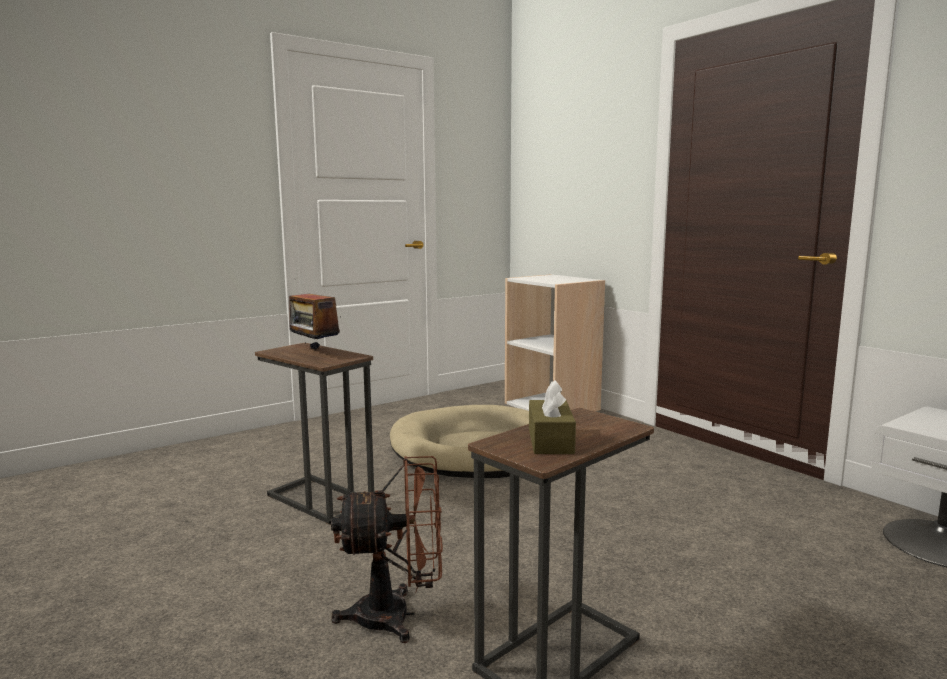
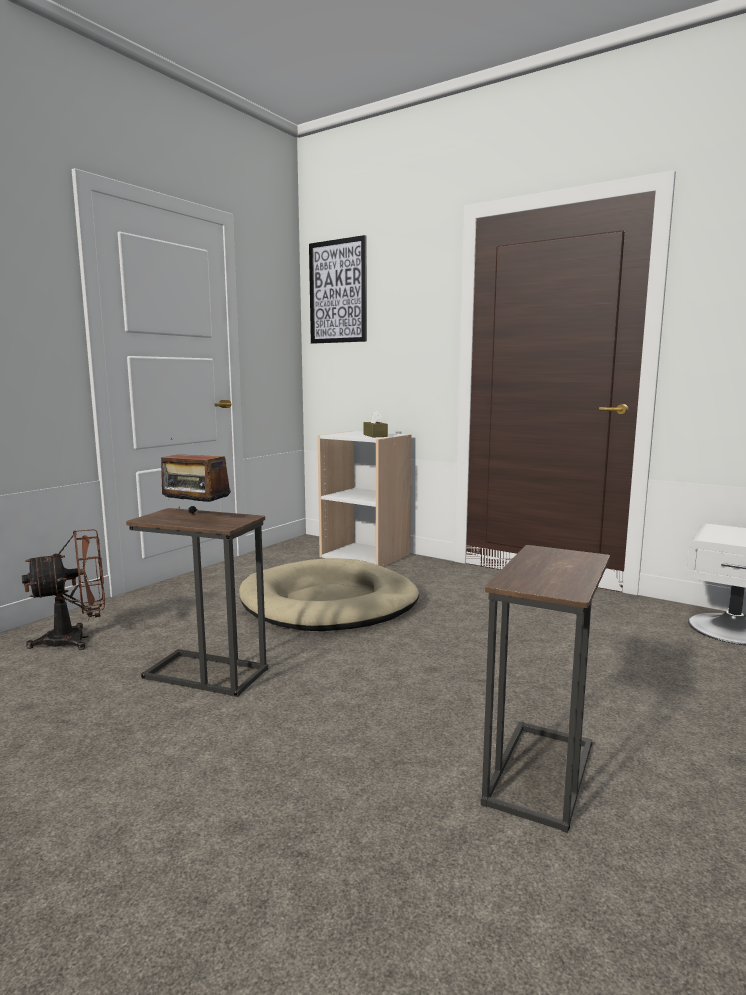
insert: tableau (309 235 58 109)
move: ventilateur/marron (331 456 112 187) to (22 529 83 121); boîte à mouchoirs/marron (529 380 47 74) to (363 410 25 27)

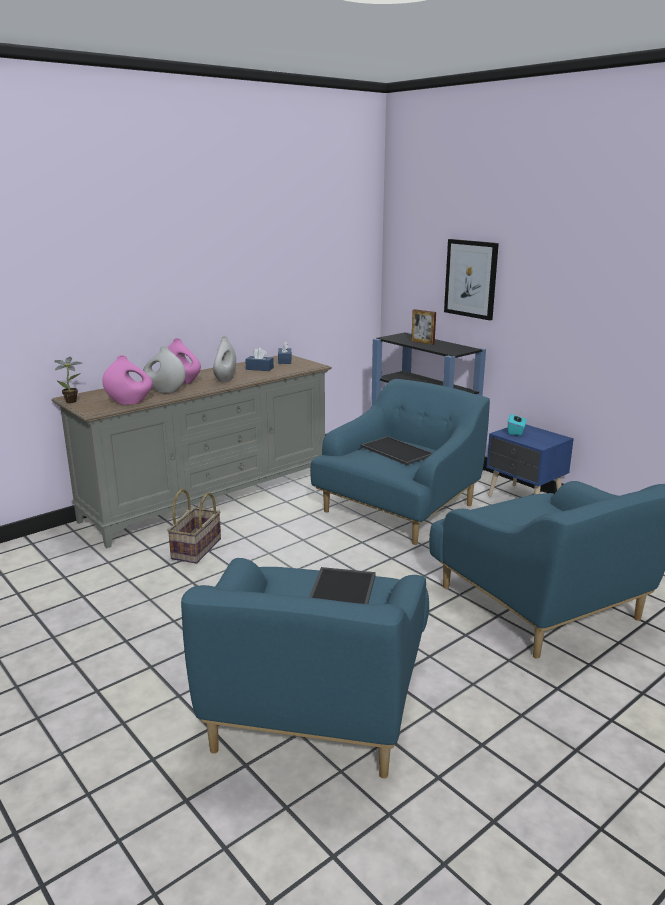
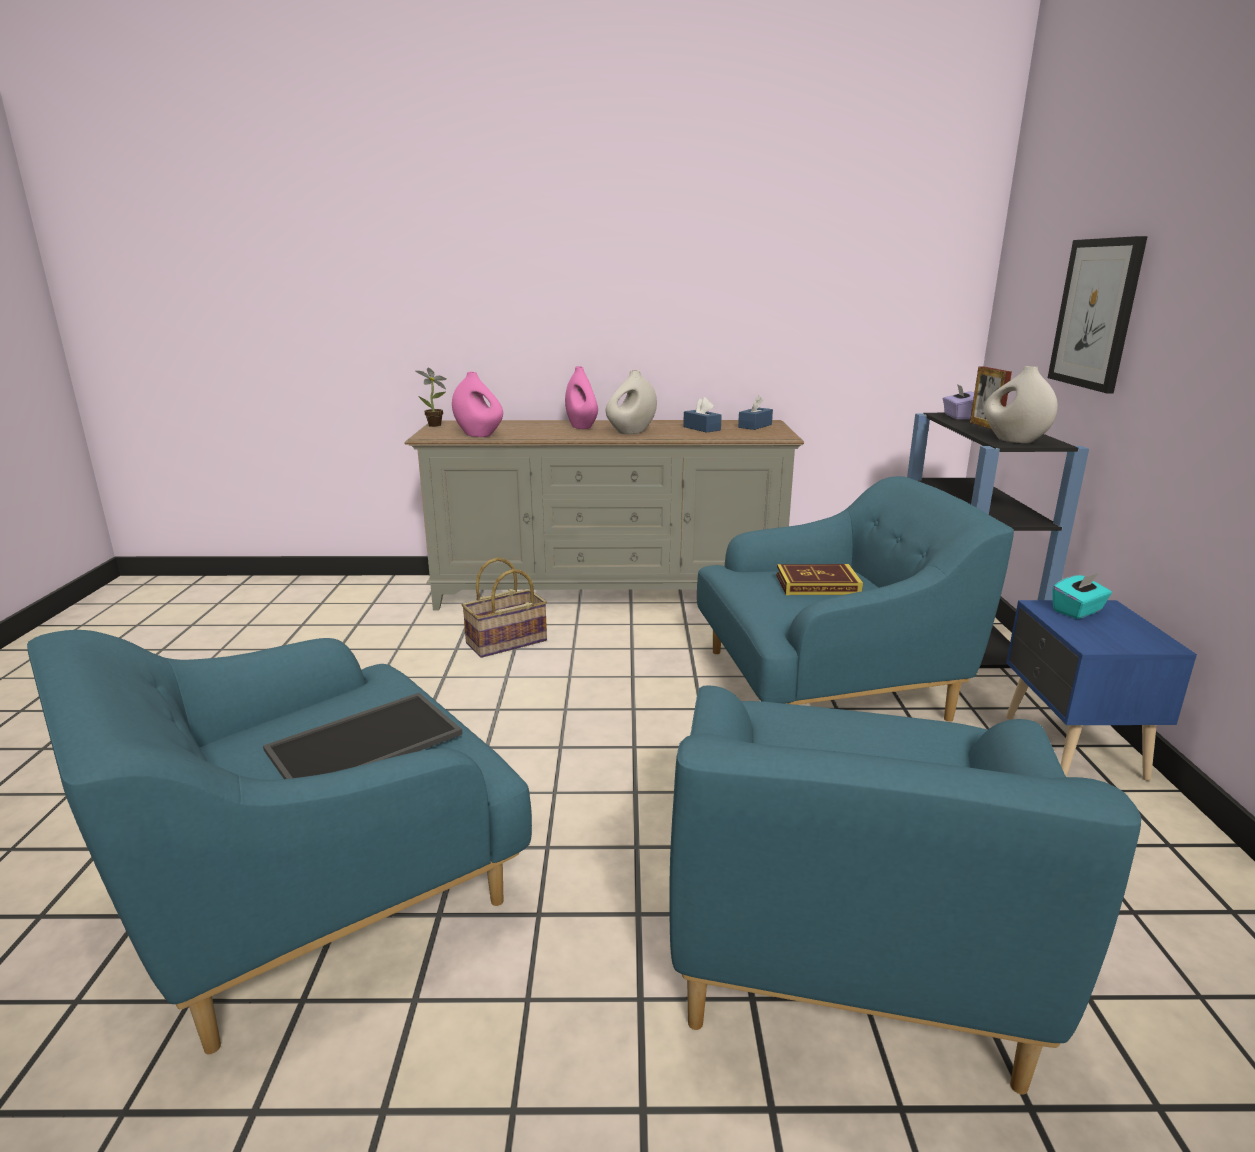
insert: boîte à mouchoirs/violet (943 384 31 35)
move: vase/blanc (143 347 43 46) to (984 366 74 77)
replace: plateau (360 436 73 29) to livre (776 564 87 31)

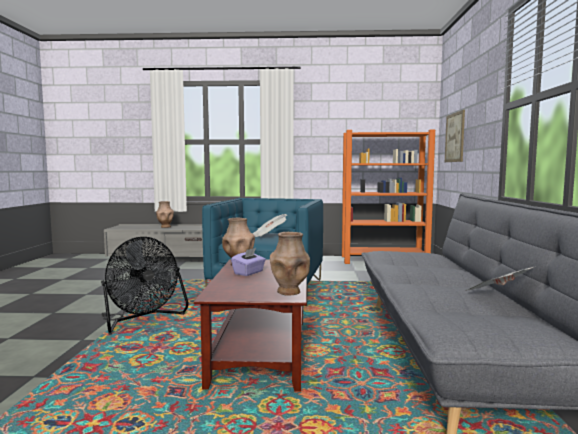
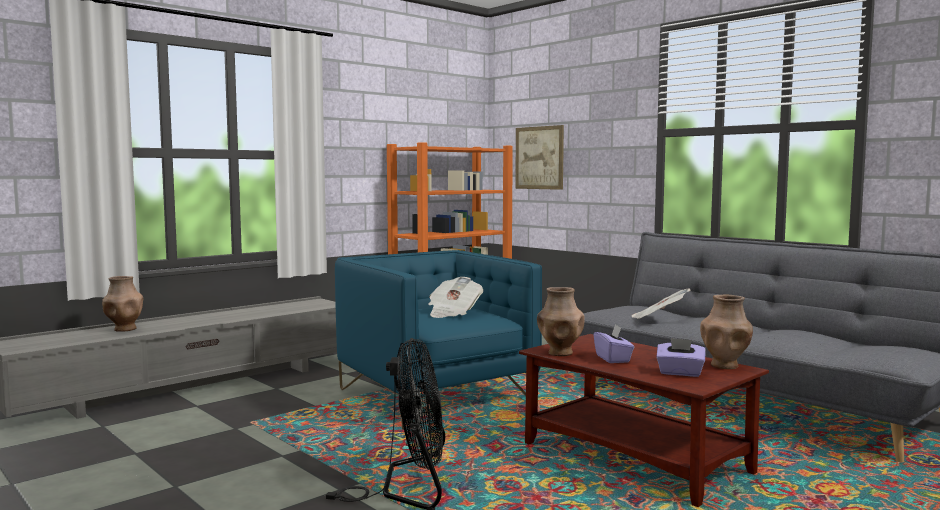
insert: boîte à mouchoirs/violet (656 338 50 39)
move: journal (465 267 69 24) to (632 289 58 30)

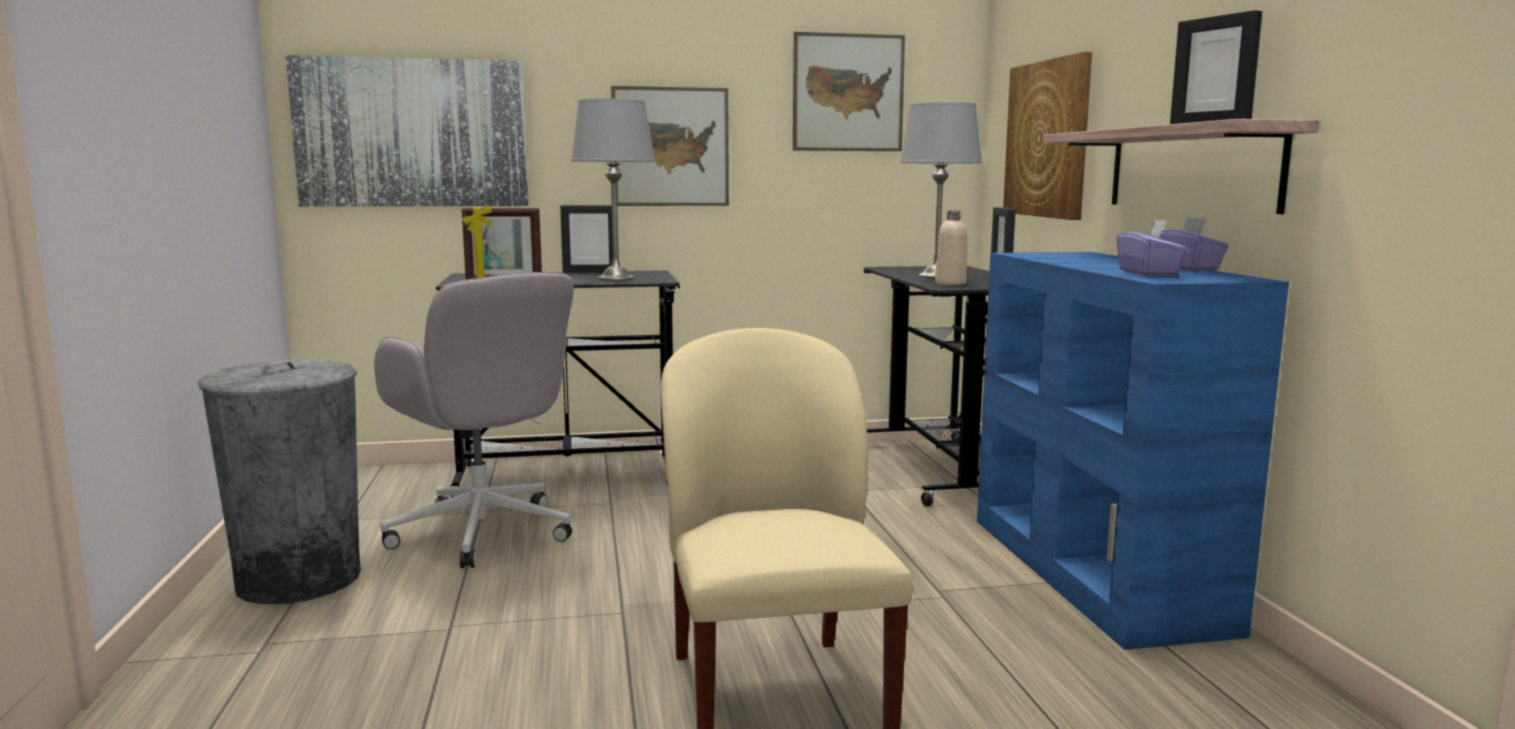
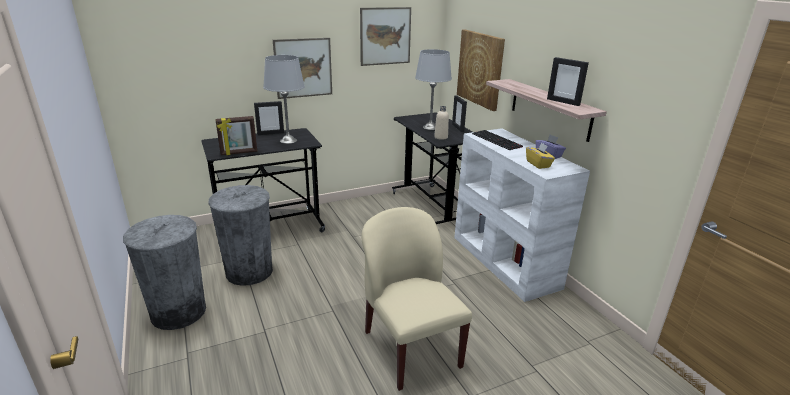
delete: tableau (286 55 243 152)
insert: clavier (472 130 51 20)
replace: chaise de bureau/gris (374 272 200 296) to poubelle/gris (208 185 65 101)
recolor: bibliothèque/bleu (977 252 312 398) to bibliothèque/blanc (454 128 136 174); boîte à mouchoirs/violet (1117 219 71 57) to boîte à mouchoirs/jaune (526 142 29 27)

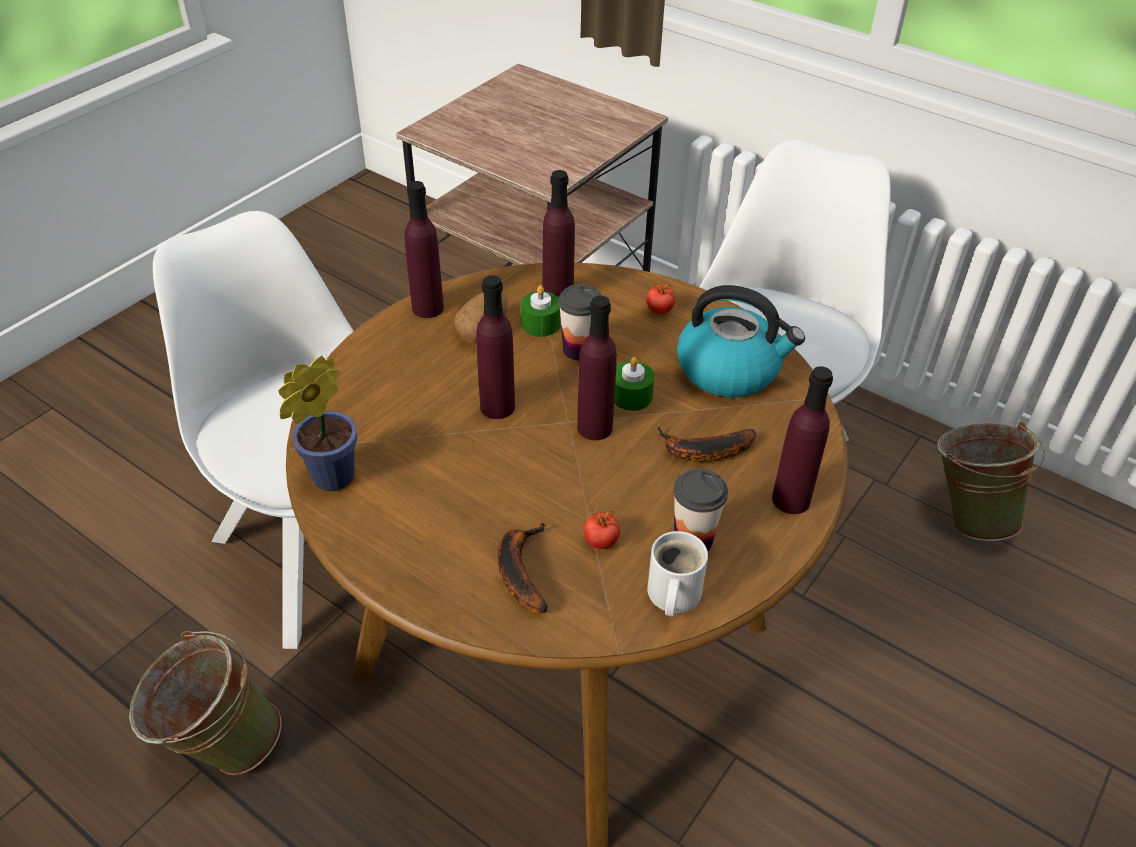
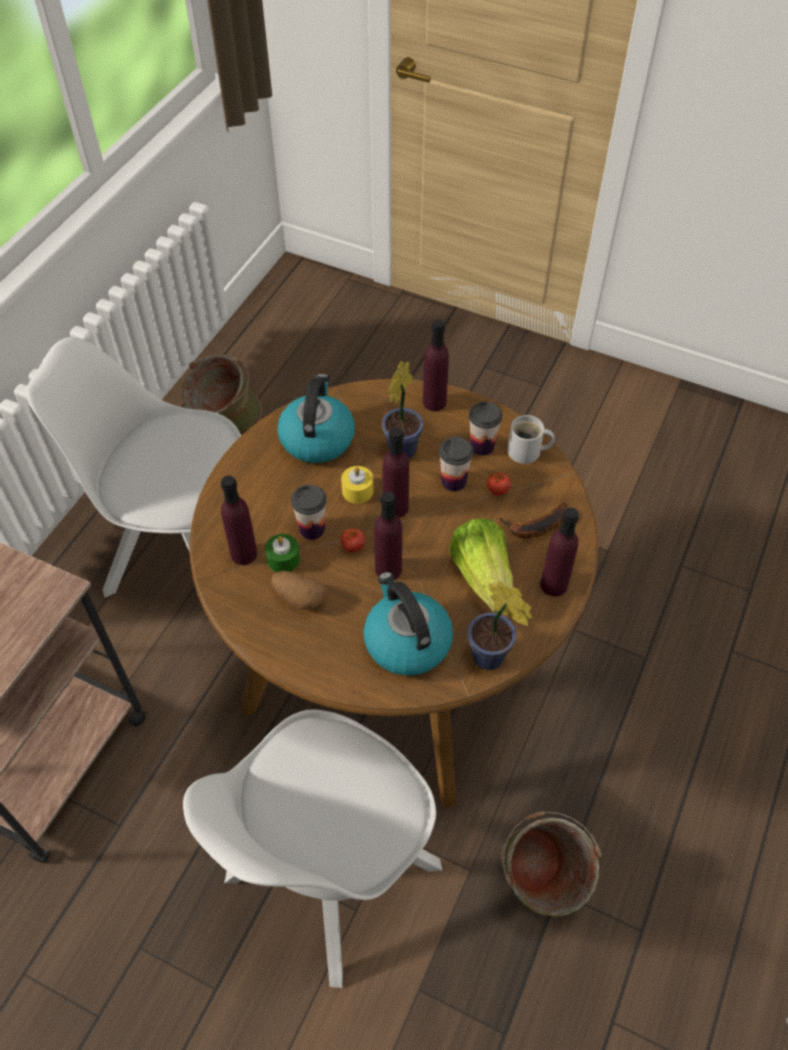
insert: bouilloire (364 572 89 104); tasse (439 437 34 54); laitue (449 518 64 95)
move: tomate (646 281 29 33) to (341 528 24 24); bouteille/violet (404 181 40 137) to (541 508 38 88)
replace: banane (658 425 98 37) to plante en pot (382 361 42 98)
recolor: bougie/vert (614 357 41 54) to bougie/jaune (341 466 32 38)

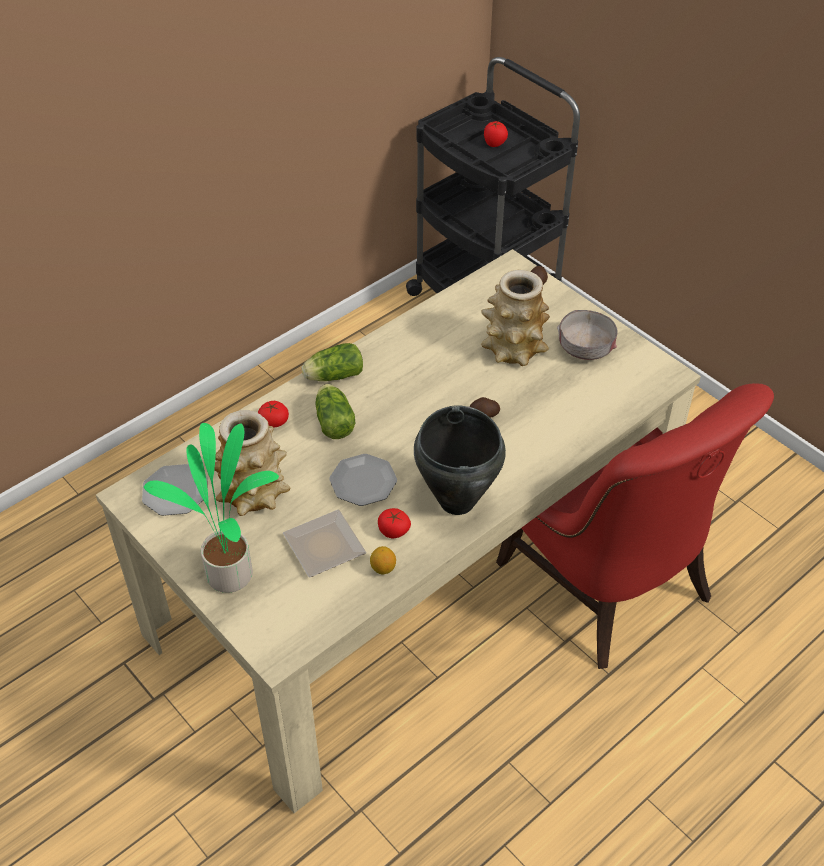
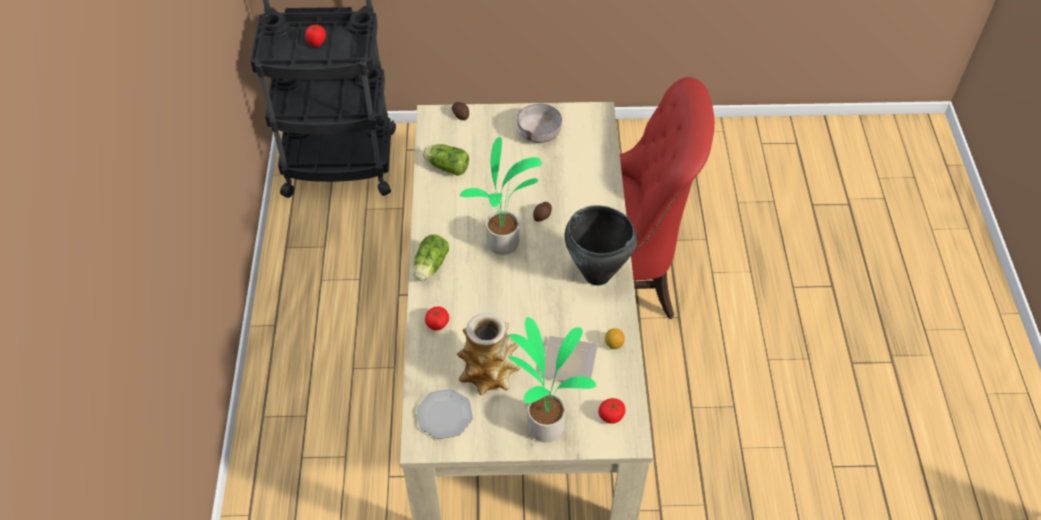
delete: assiette (329 454 68 52); vase (481 270 69 96)
insert: plante en pot (460 137 82 118)
move: laitue (315 384 40 55) to (423 144 46 32); tomate (378 508 33 30) to (598 398 28 26)

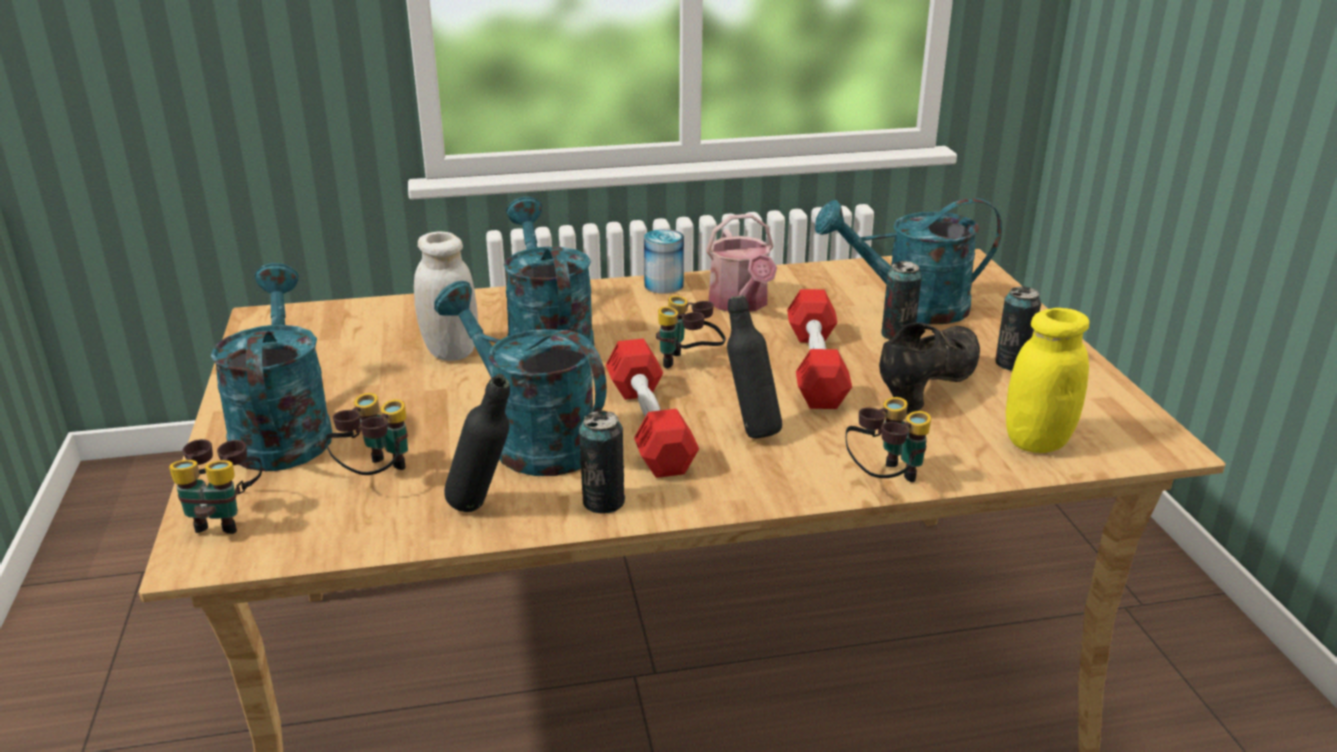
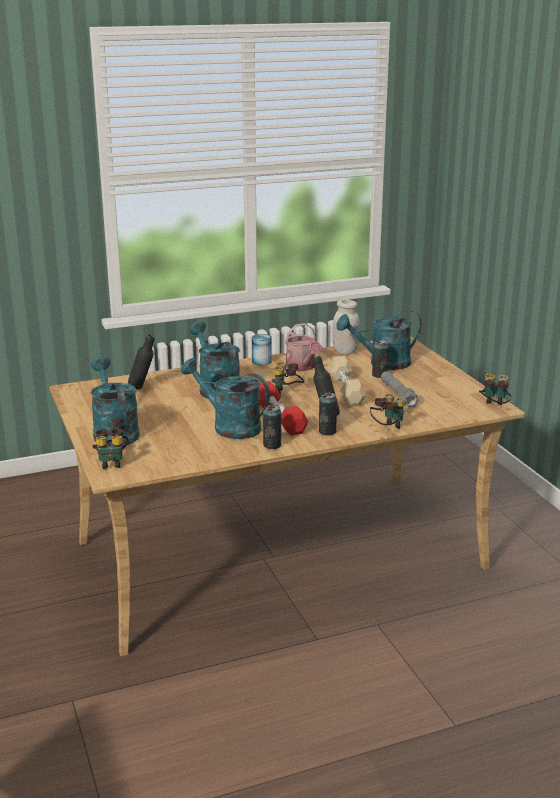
delete: bocal/jaune (1006 308 83 145)
move: bouteille/noir (444 376 66 136) to (128 334 26 55); boîte métallique (995 286 46 85) to (319 392 18 43); bocal/blanc (414 231 64 130) to (332 299 28 55); jumelles (325 393 83 82) to (479 374 32 31)
replace: chaussure/noir (879 322 101 92) to lampe de poche/gris (381 371 38 36)
recolor: haltère/rouge (787 289 65 120) to haltère/beige (328 356 38 50)

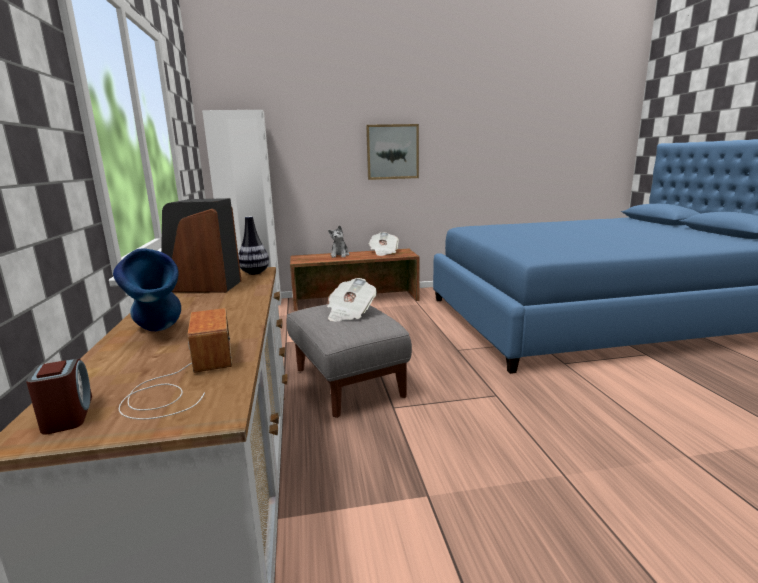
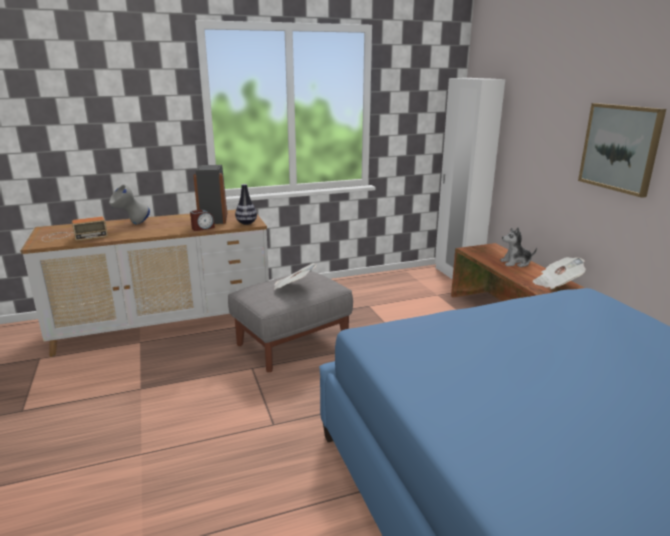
move: réveil (26 359 66 76) to (190 210 25 21)
recolor: vase/bleu (113 249 68 82) to vase/gris (109 184 41 40)

